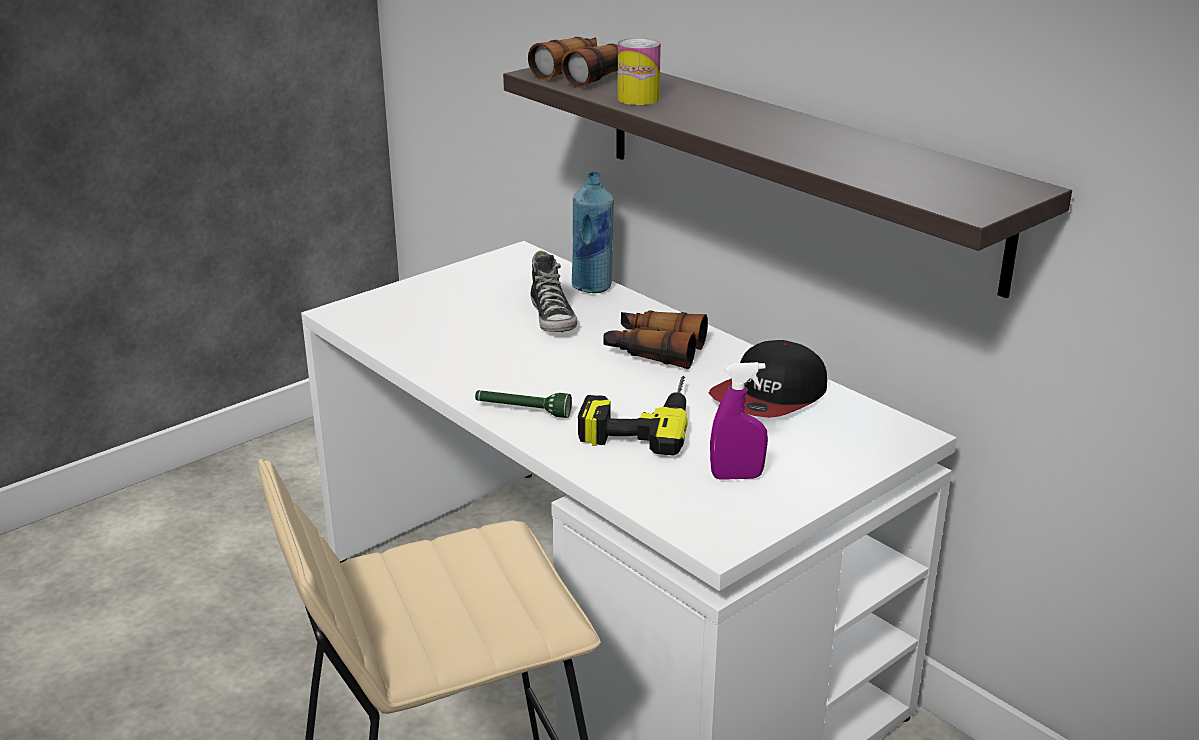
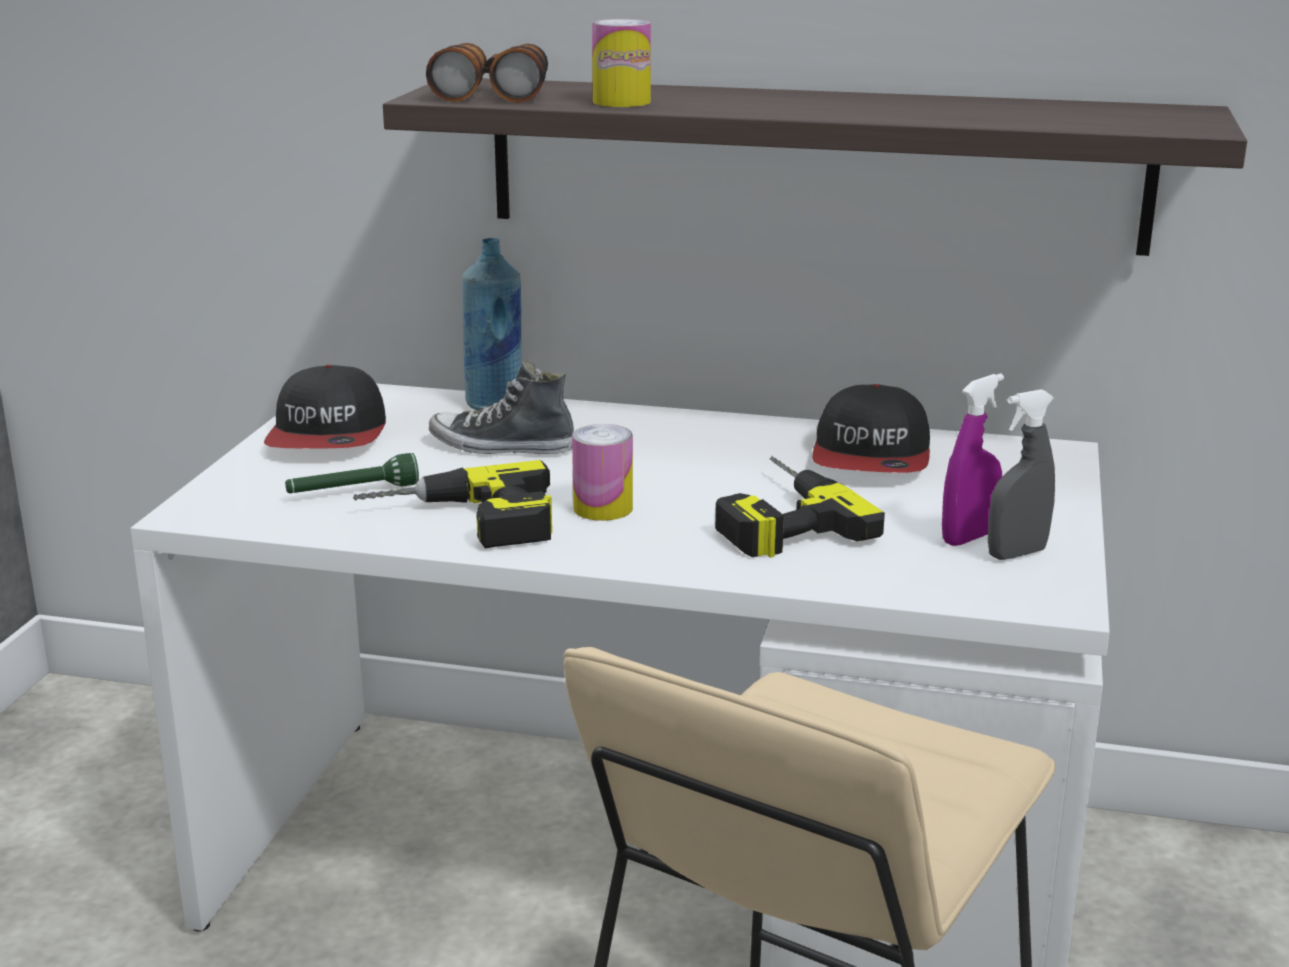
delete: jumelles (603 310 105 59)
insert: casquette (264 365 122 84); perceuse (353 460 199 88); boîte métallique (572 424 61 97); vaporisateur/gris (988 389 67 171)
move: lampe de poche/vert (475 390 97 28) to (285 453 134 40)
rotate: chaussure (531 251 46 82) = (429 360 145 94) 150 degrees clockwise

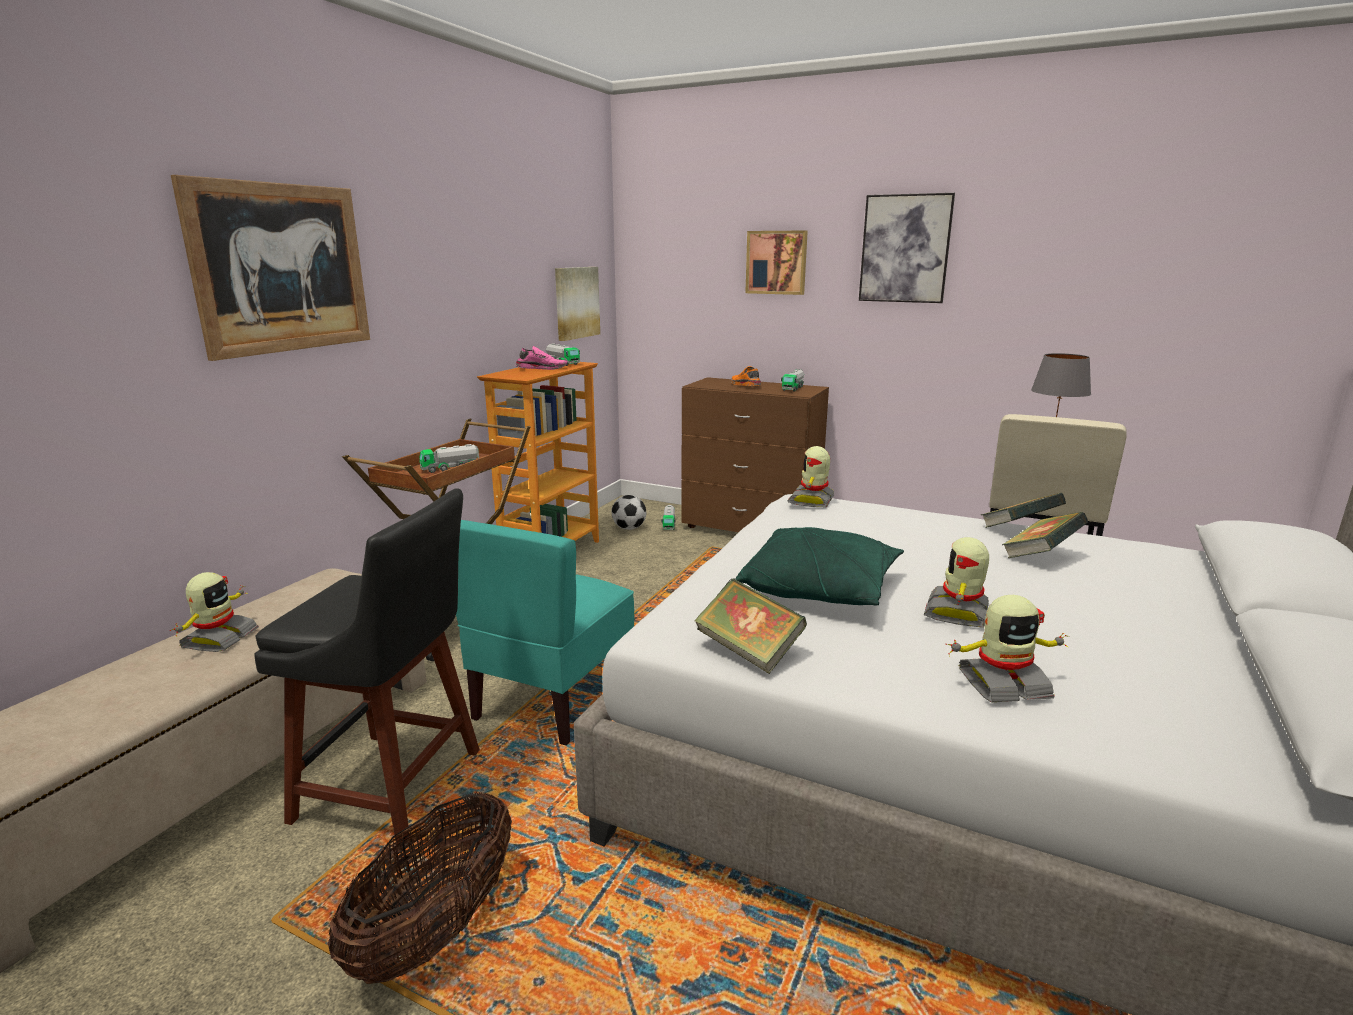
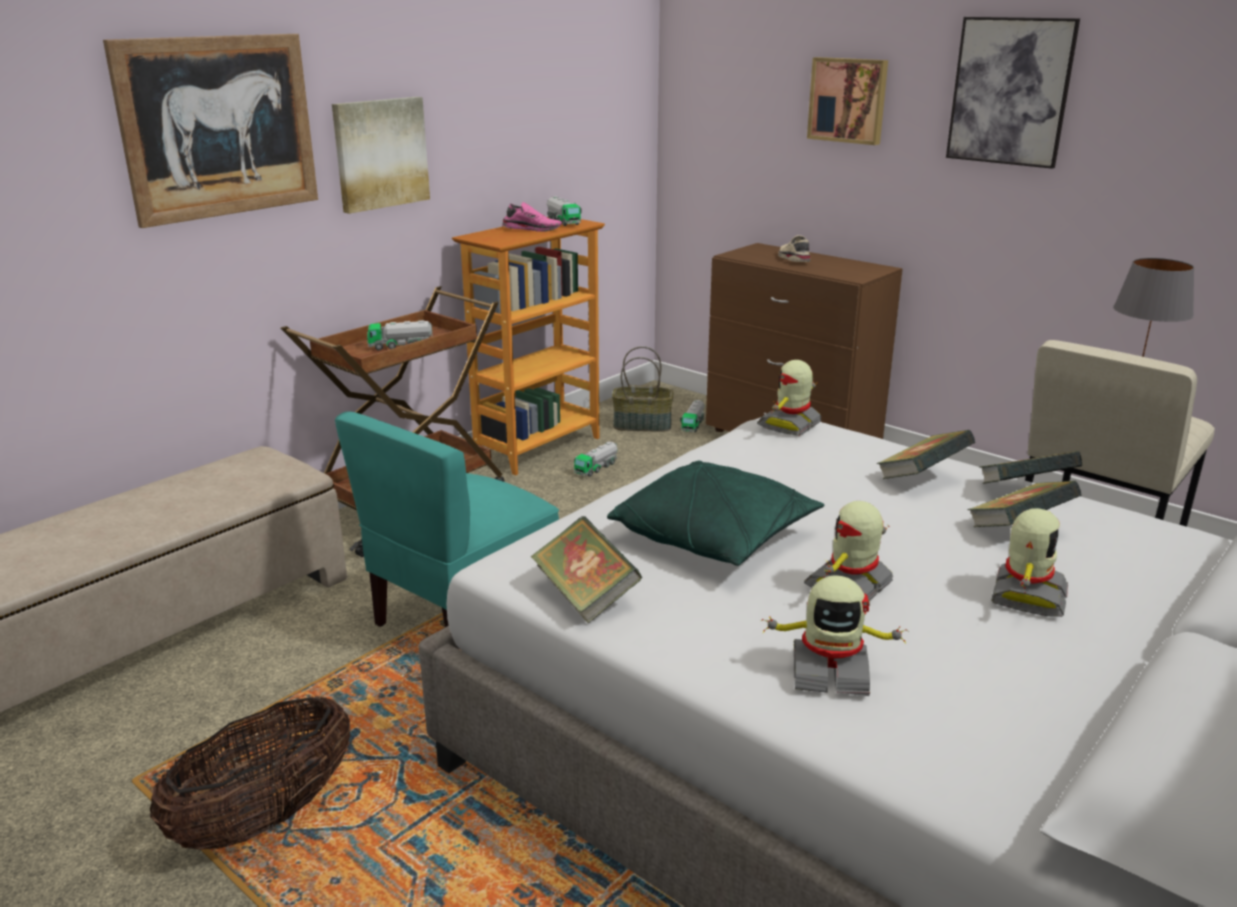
delete: chaise/noir (254 488 226 356)
insert: livre (876 430 99 49)
move: tableau (555 267 45 74) to (332 97 98 117); camion jouet (781 369 23 23) to (574 441 44 36); robot jouet (170 572 89 80) to (991 508 77 109)
replace: ballon de foot (611 495 35 35) to panier (612 346 61 86)
recolor: chaussure/orange (731 366 30 20) to chaussure/beige (778 235 32 27)

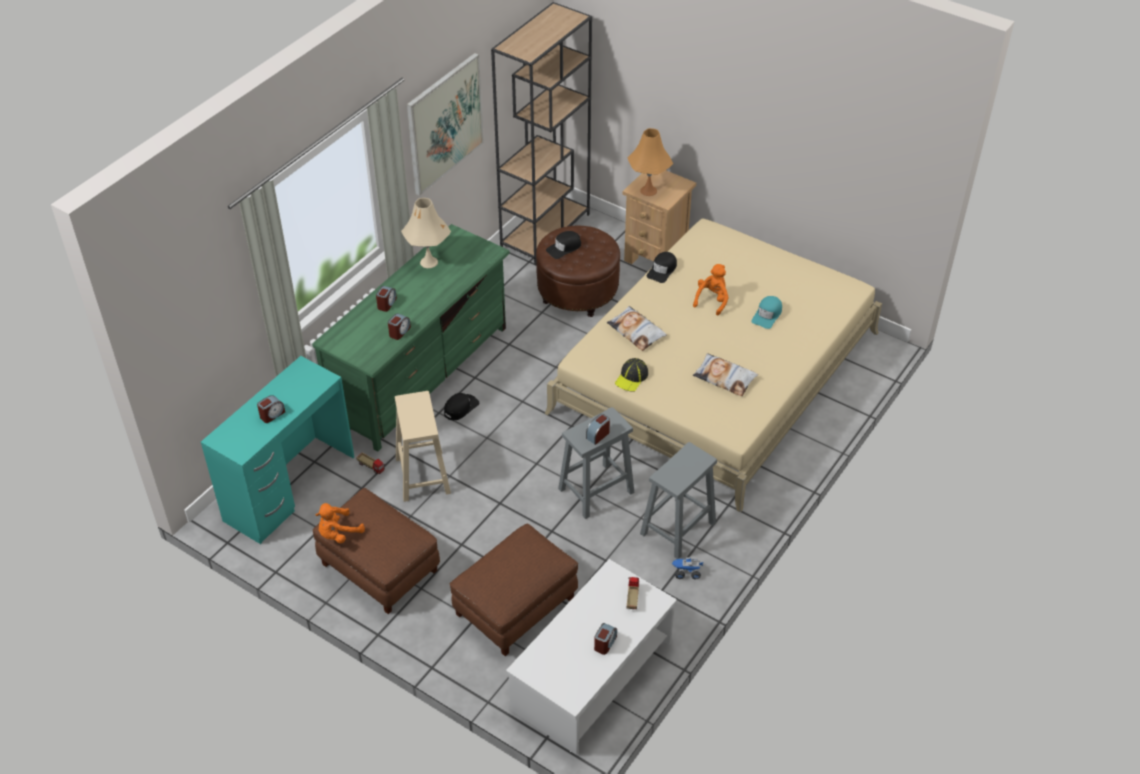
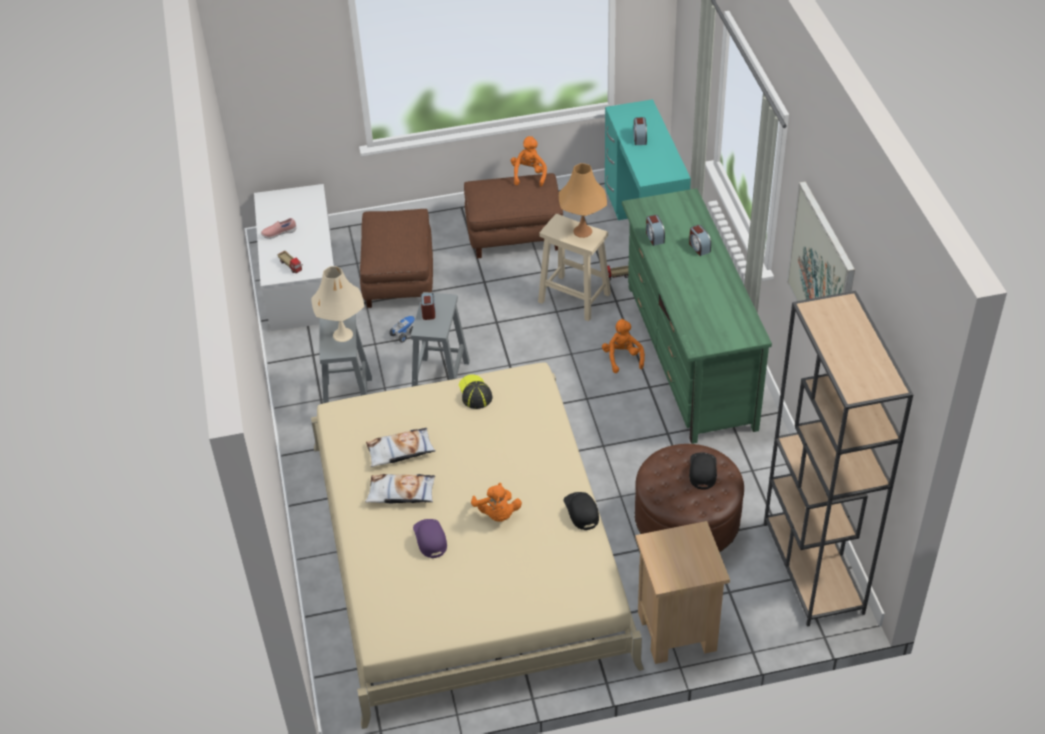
move: lampe de table/beige (401 198 50 70) to (311 266 53 76); coussin (607 306 60 45) to (365 474 70 30); camion jouet (672 557 31 22) to (389 316 26 27); lampe de table/orange (628 128 45 68) to (559 163 48 75)
replace: réveil (594 623 23 32) to chaussure/rose (261 218 35 21); casquette/noir (444 393 36 27) to peluche/orange (602 319 43 54)
recolor: casquette/turquoise (752 296 30 33) to casquette/violet (413 519 34 39)

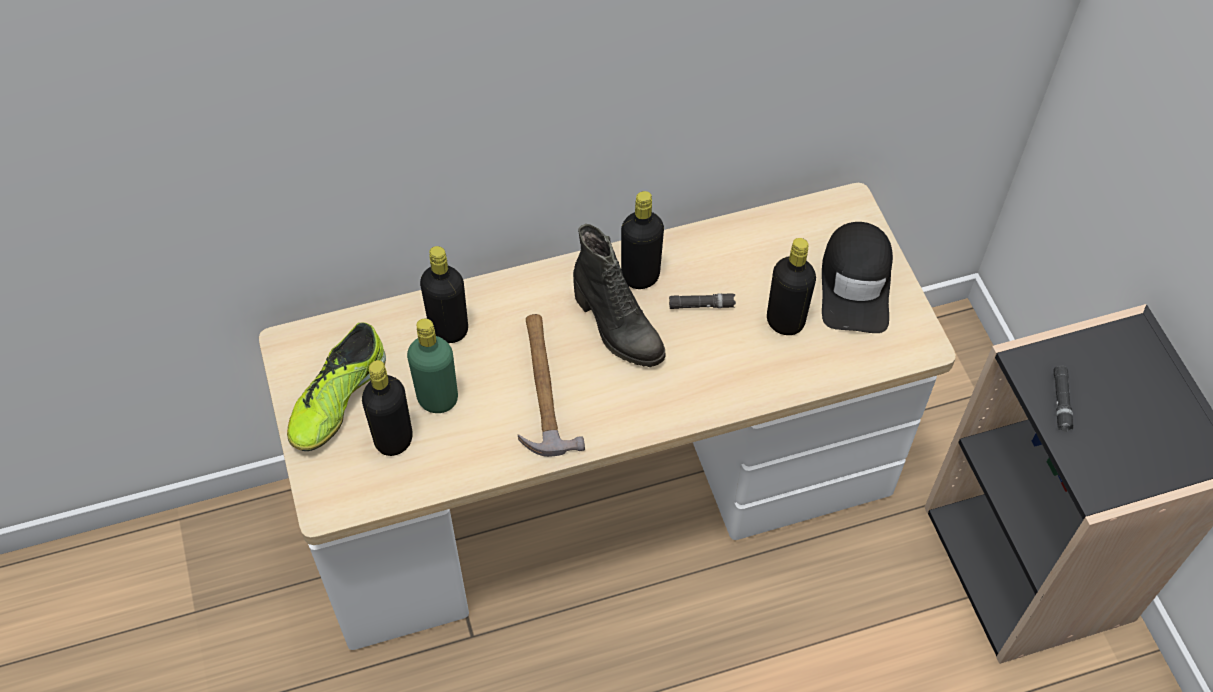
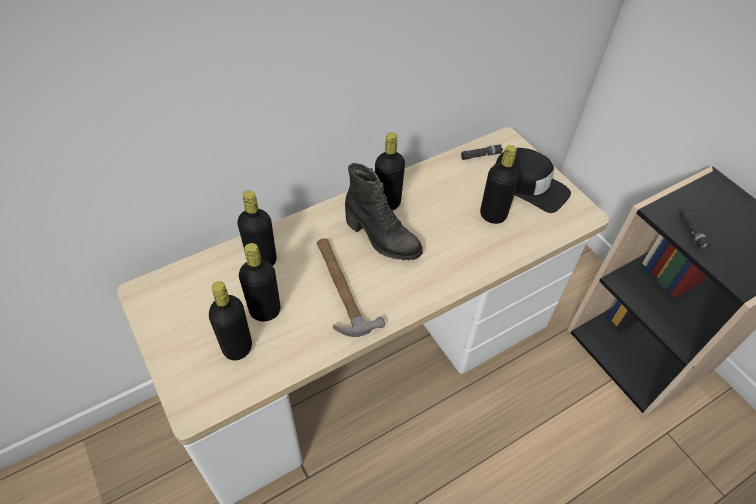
delete: chaussure (287 322 99 129)
move: lampe de poche/noir (669 293 67 16) to (461 144 42 16)
recolor: bouteille/vert (407 318 51 95) to bouteille/noir (239 243 42 78)
rotate: casquette/noir (822 222 71 111) = (495 148 76 65) 45 degrees counterclockwise

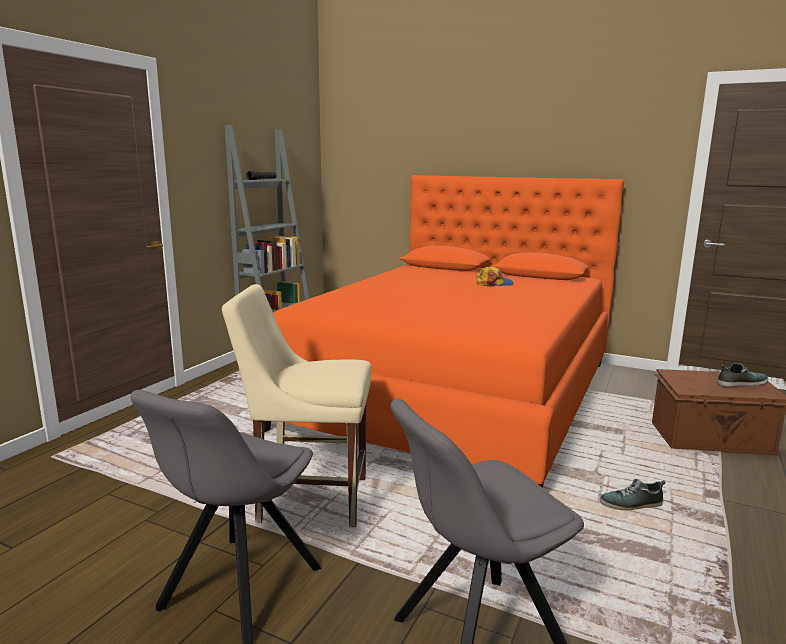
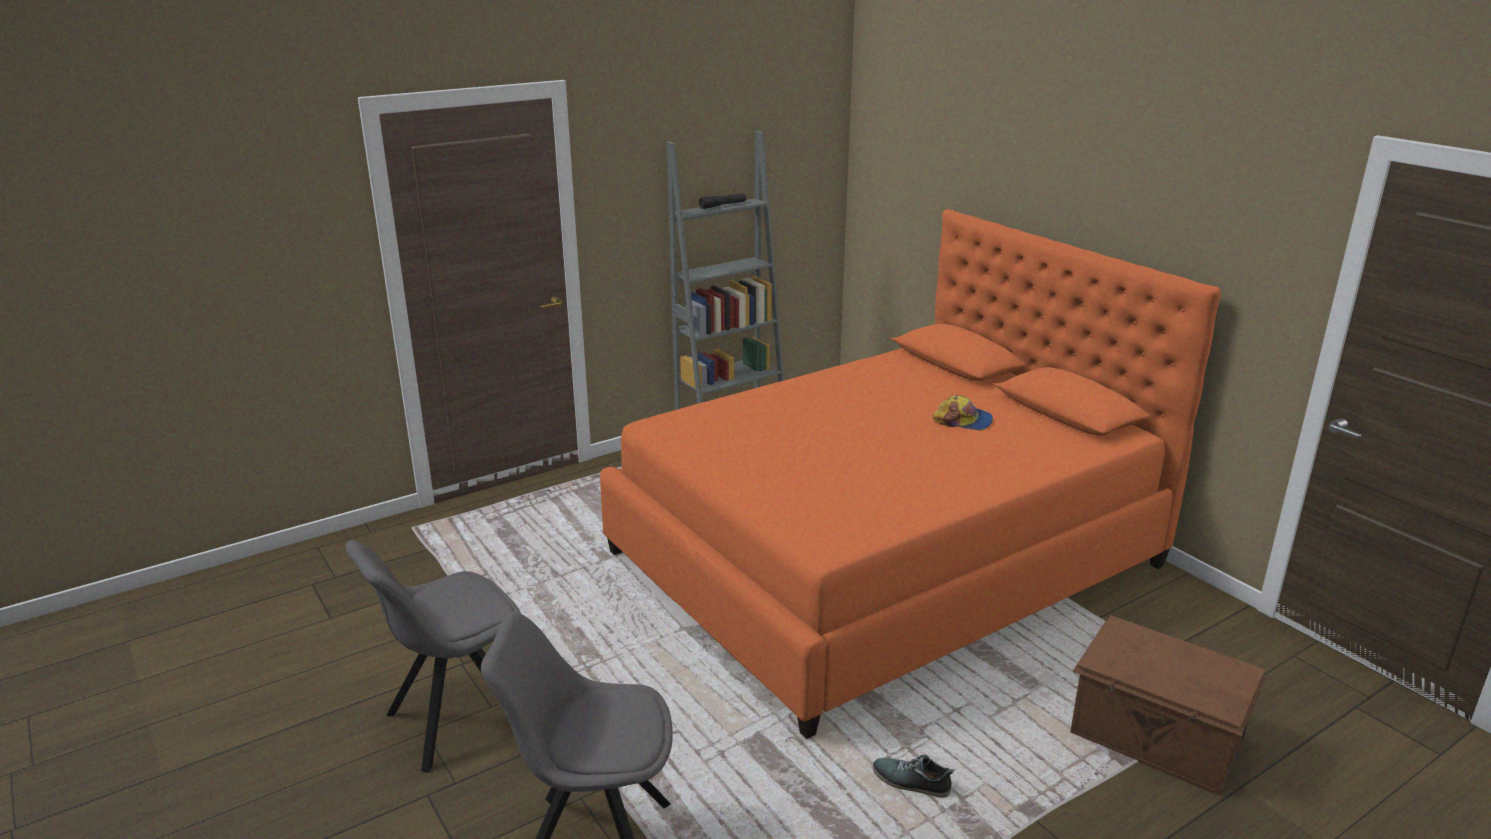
delete: chaise/beige (222 284 150 243); chaussure (717 363 51 24)

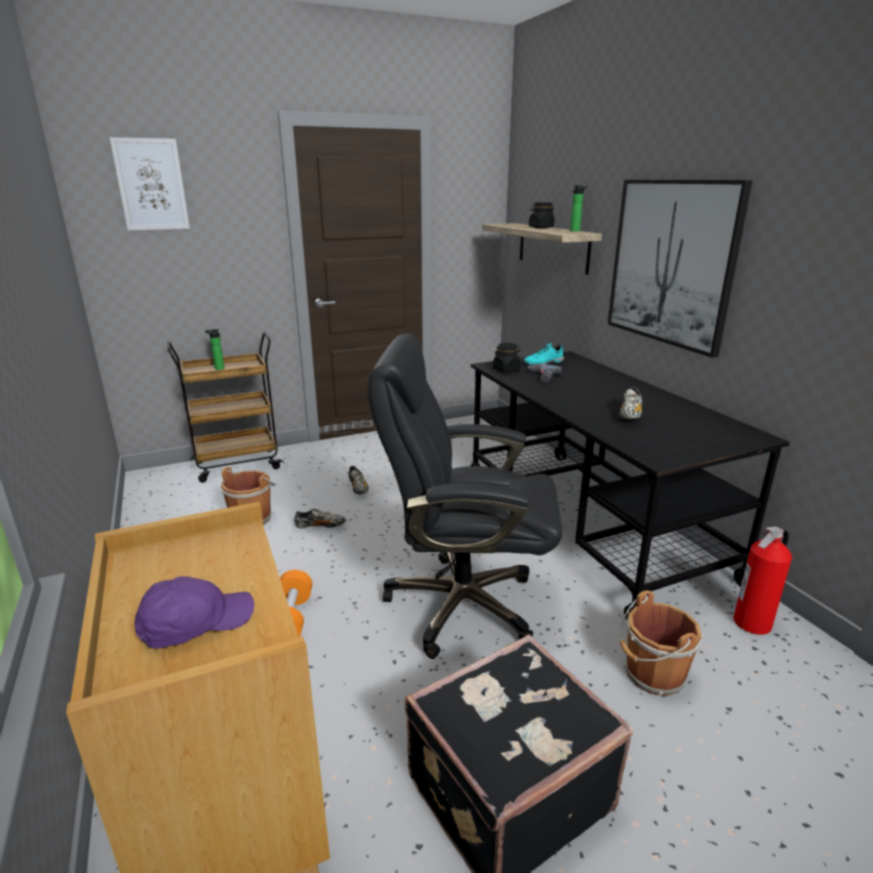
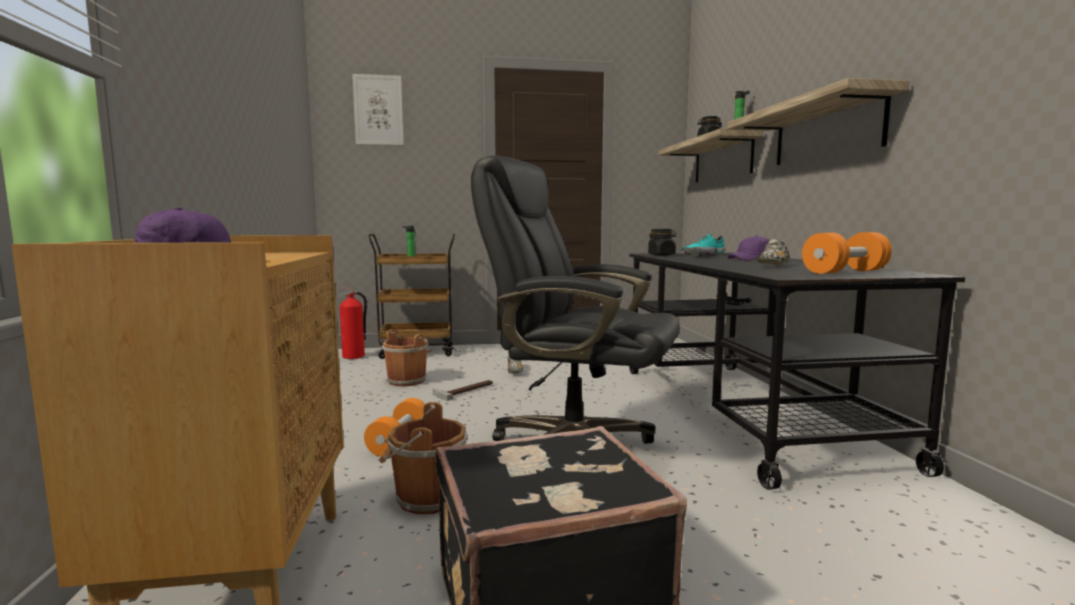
insert: casquette/violet (728 236 42 25); haltère/orange (802 232 90 42)
move: extincteur (734 526 58 109) to (337 287 30 72); seau/marron (619 590 84 106) to (379 402 88 112)
replace: chaussure (294 509 52 20) to marteau (433 380 60 21); tableau (608 180 145 178) to étagère (727 78 182 87)

